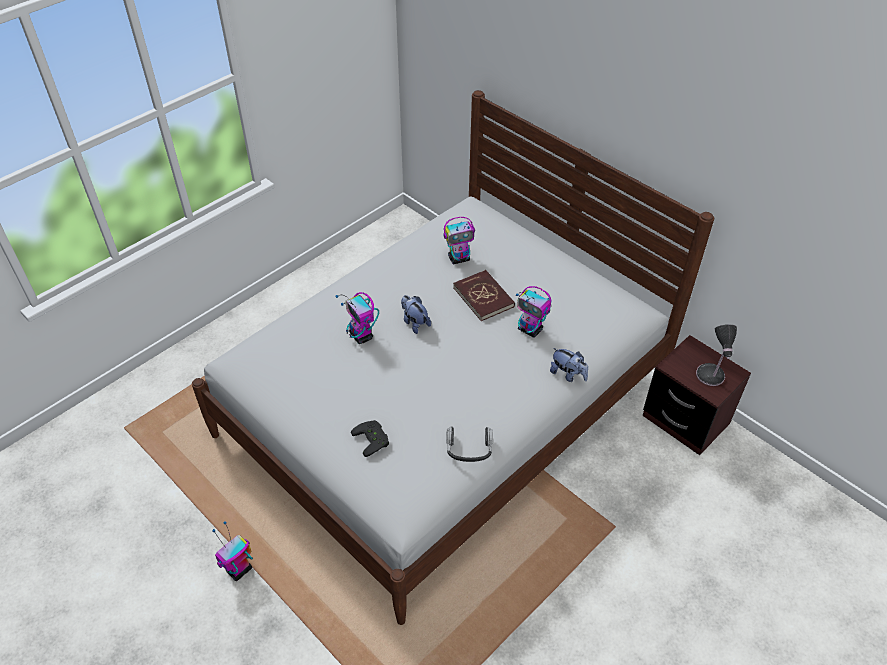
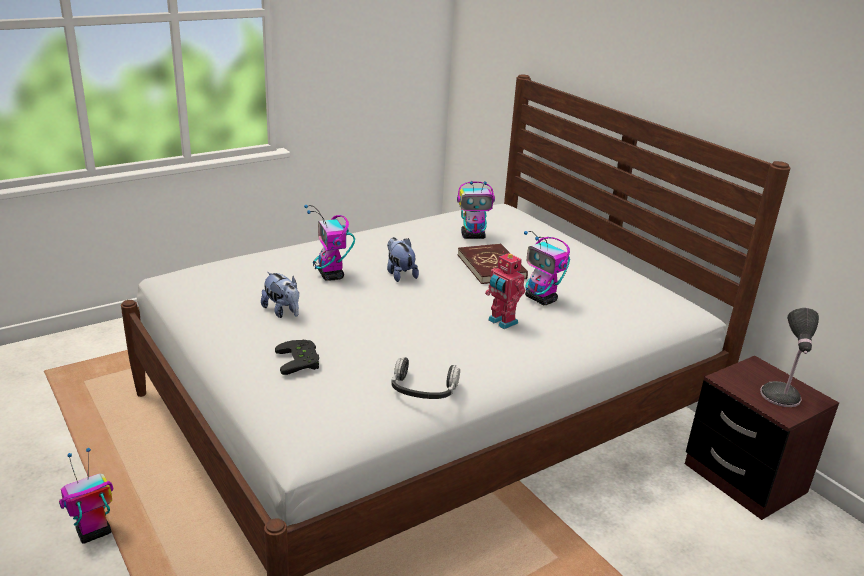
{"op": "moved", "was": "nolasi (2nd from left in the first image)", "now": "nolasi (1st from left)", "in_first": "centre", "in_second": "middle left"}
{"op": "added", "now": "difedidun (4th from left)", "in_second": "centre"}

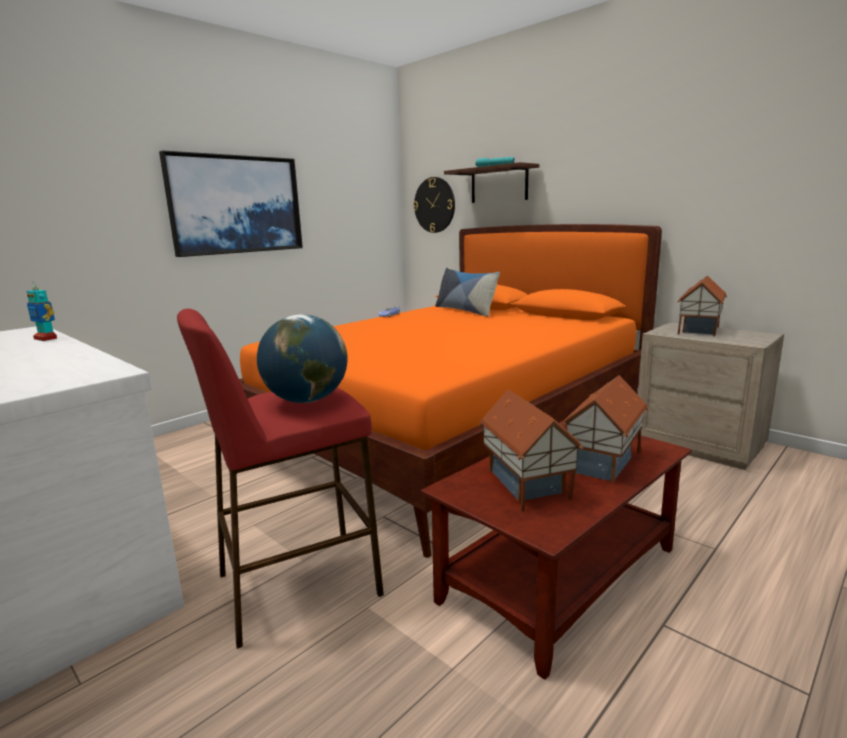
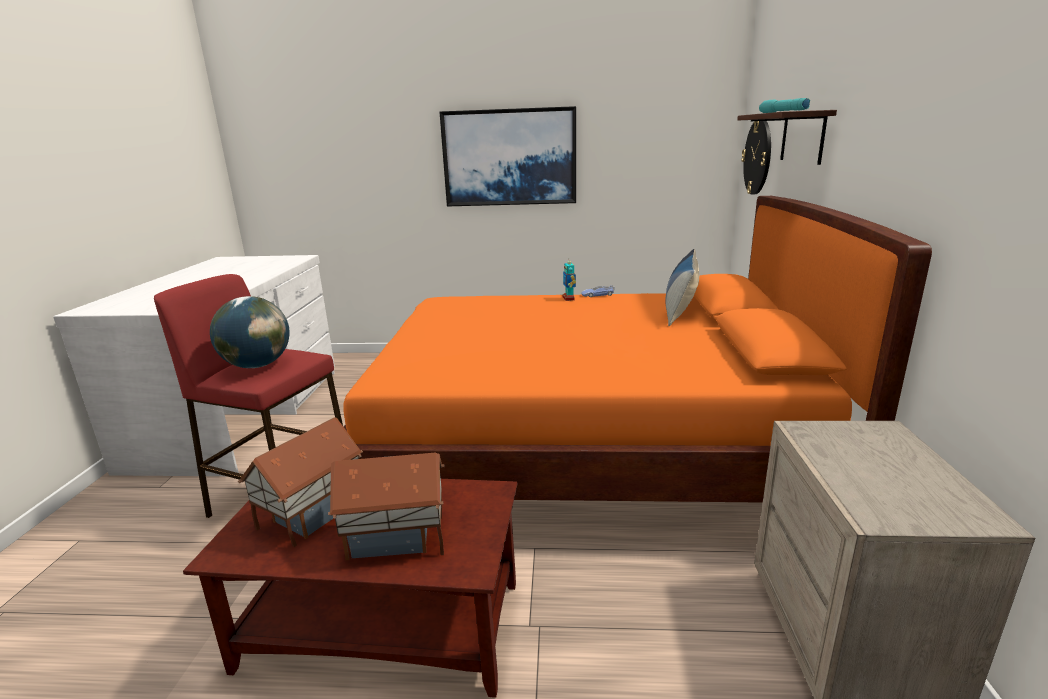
{"op": "moved", "was": "difedidun", "in_first": "middle left", "in_second": "centre"}
{"op": "removed", "was": "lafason (3rd from left)", "in_first": "middle right"}

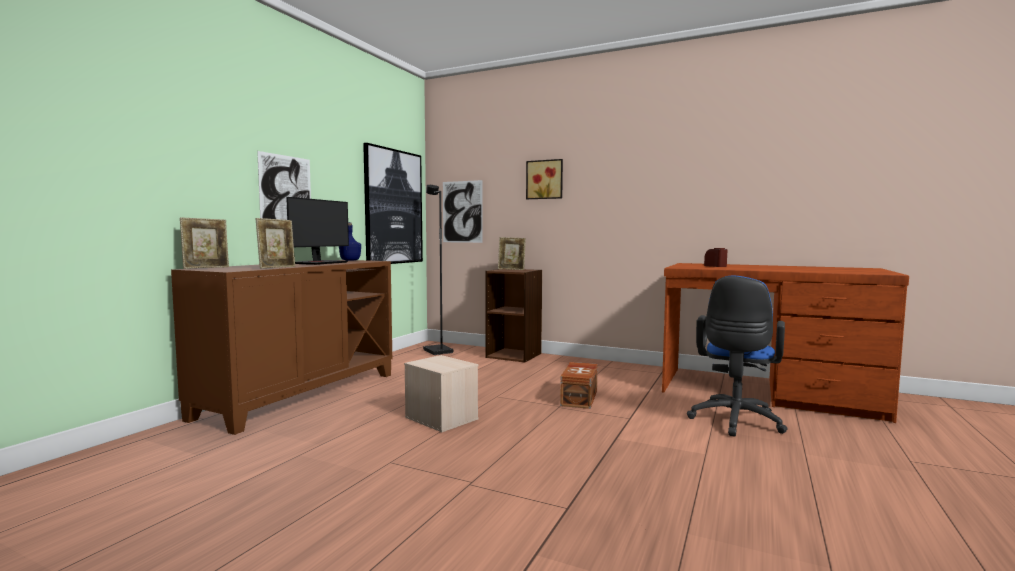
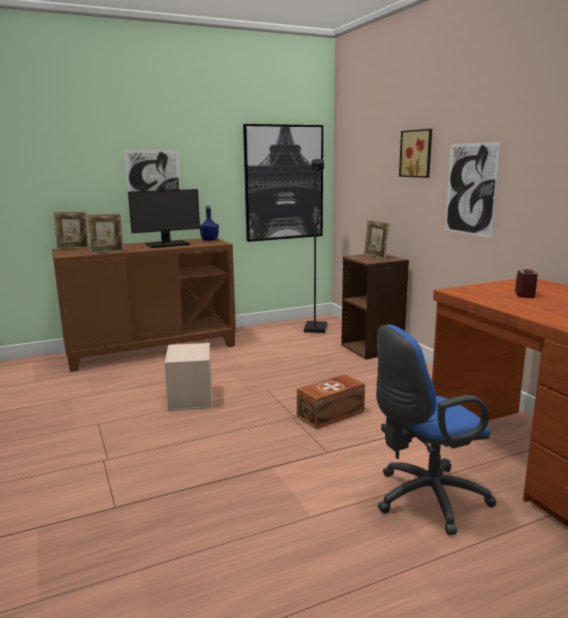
{"op": "moved", "was": "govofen (3rd from left in the first image)", "now": "govofen (4th from left)", "in_first": "centre", "in_second": "top right"}

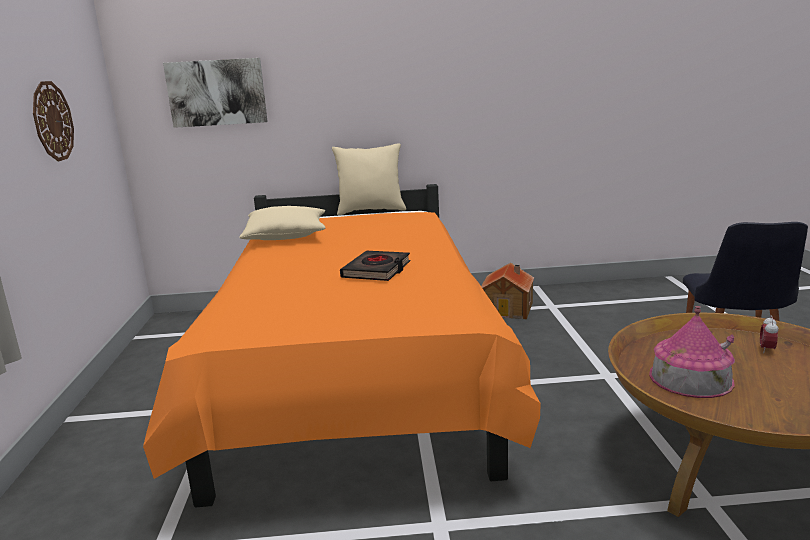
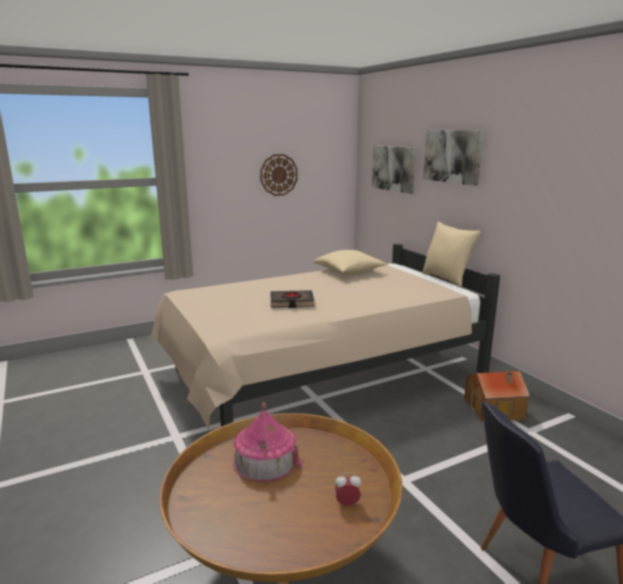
{"op": "recoloured", "was": "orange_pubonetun", "now": "beige_pubonetun", "in_first": "centre", "in_second": "centre"}
{"op": "added", "now": "govofen (2nd from left)", "in_second": "top right"}

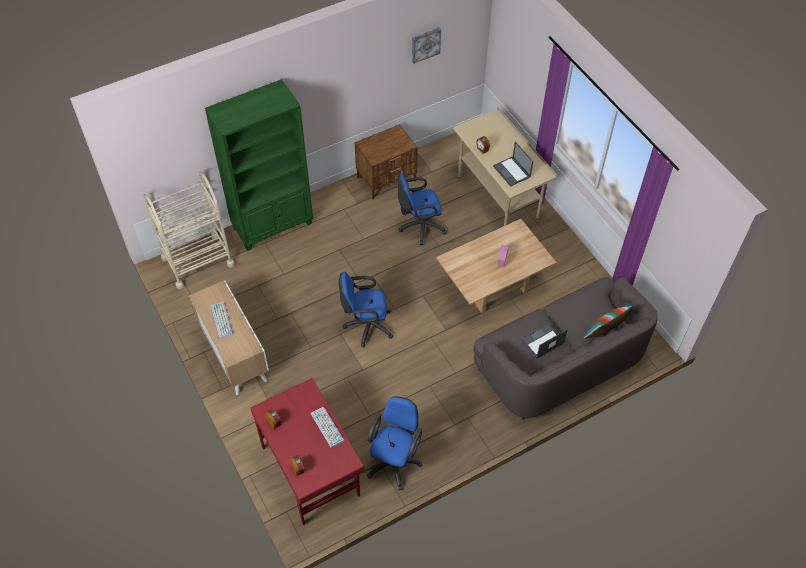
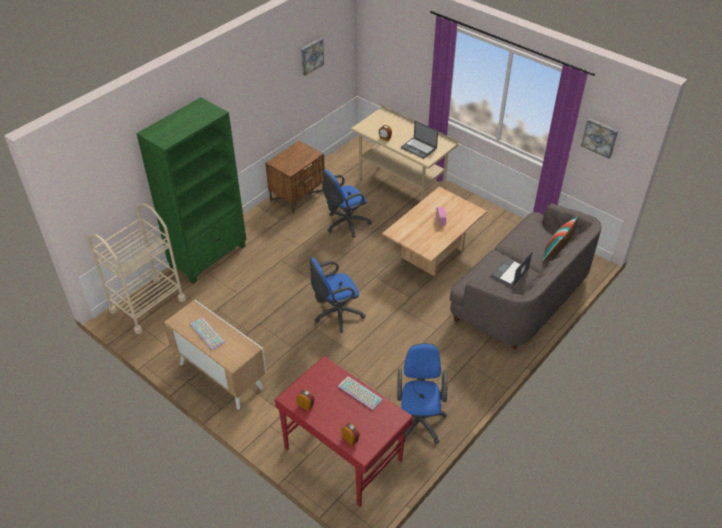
{"op": "added", "now": "govofen (2nd from left)", "in_second": "top right"}

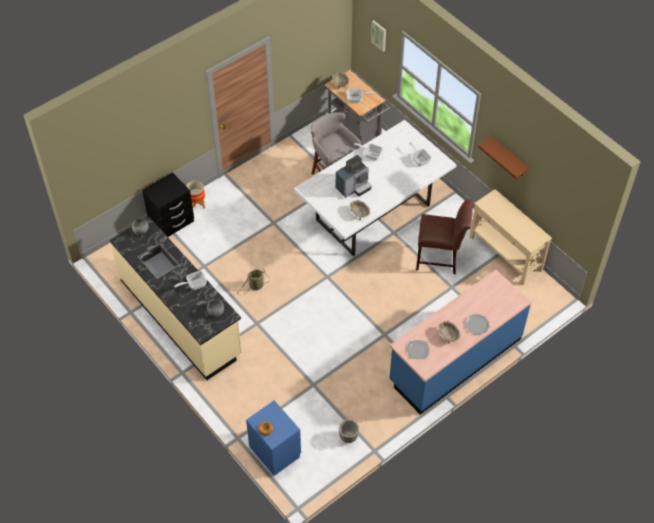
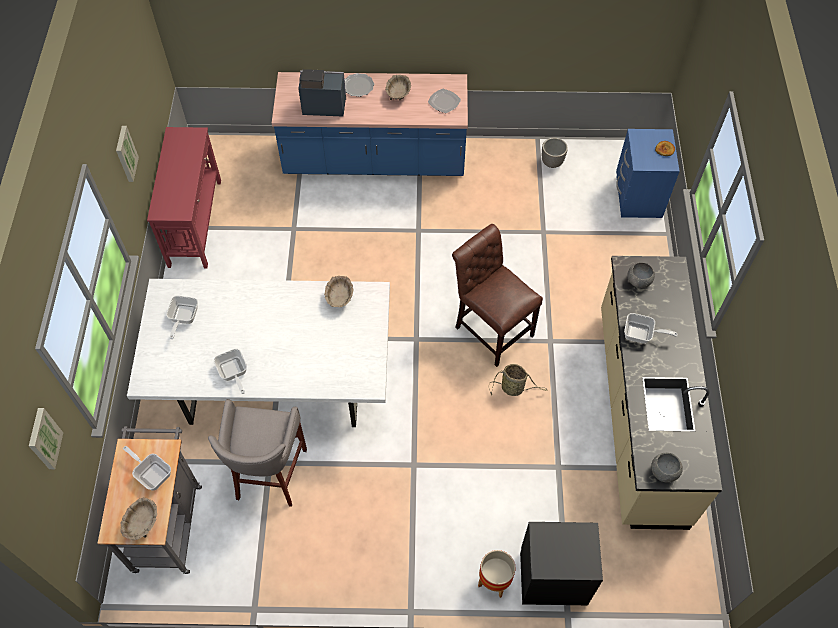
{"op": "moved", "was": "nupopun", "in_first": "centre", "in_second": "top centre"}
{"op": "moved", "was": "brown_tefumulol", "in_first": "middle right", "in_second": "centre"}
{"op": "recoloured", "was": "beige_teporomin", "now": "red_teporomin", "in_first": "middle right", "in_second": "top left"}
{"op": "replaced", "was": "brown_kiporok", "now": "govofen (2nd from left)", "in_first": "top right", "in_second": "top left"}

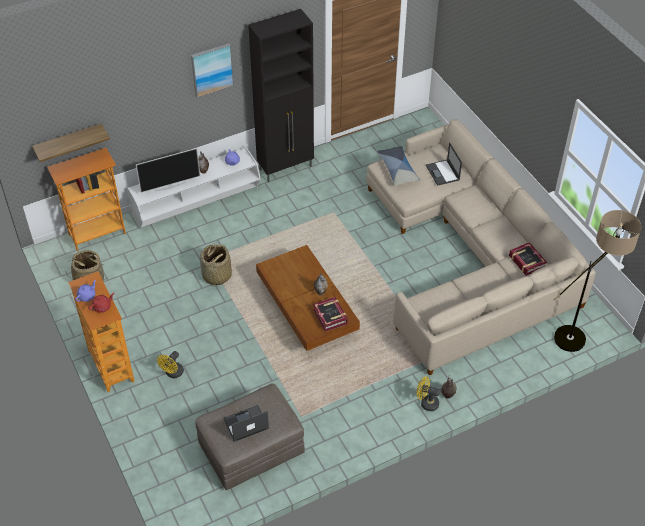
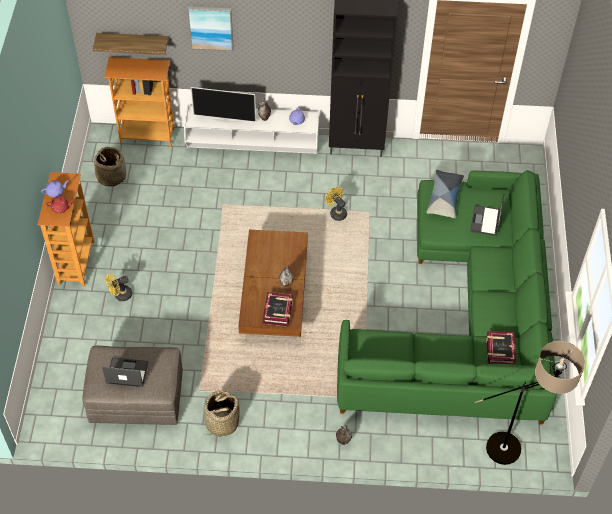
{"op": "moved", "was": "govofen", "in_first": "top left", "in_second": "top centre"}
{"op": "moved", "was": "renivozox (2nd from left)", "in_first": "centre", "in_second": "bottom centre"}
{"op": "recoloured", "was": "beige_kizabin", "now": "green_kizabin", "in_first": "middle right", "in_second": "middle right"}
{"op": "moved", "was": "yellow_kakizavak (2nd from left)", "in_first": "bottom centre", "in_second": "centre"}

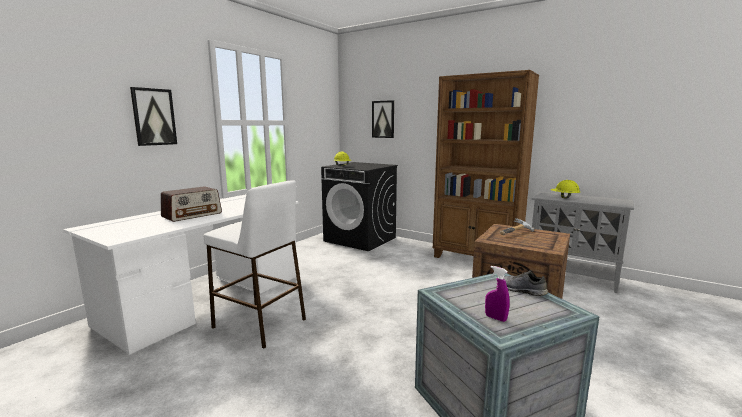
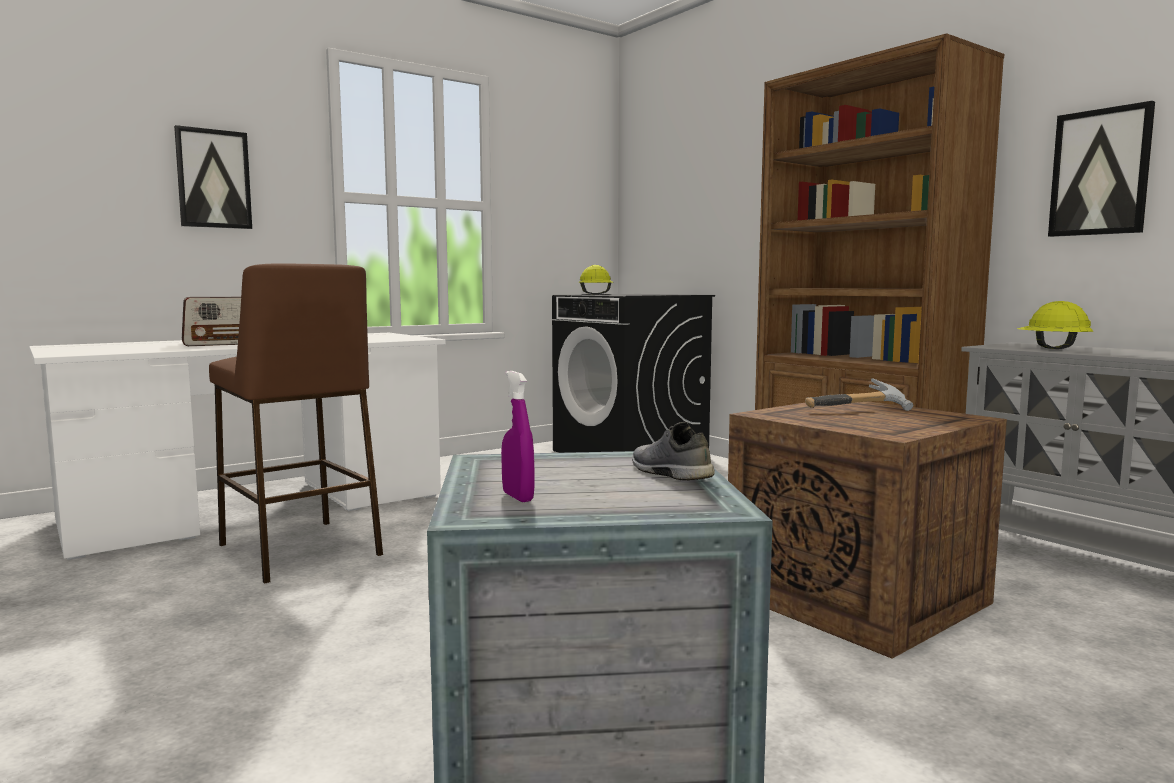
{"op": "recoloured", "was": "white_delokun", "now": "brown_delokun", "in_first": "centre", "in_second": "middle left"}
{"op": "moved", "was": "govofen (2nd from left)", "in_first": "top centre", "in_second": "top right"}

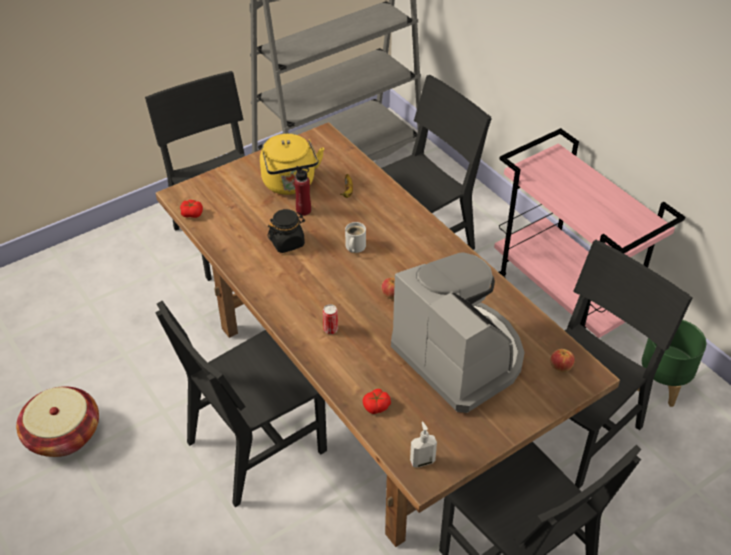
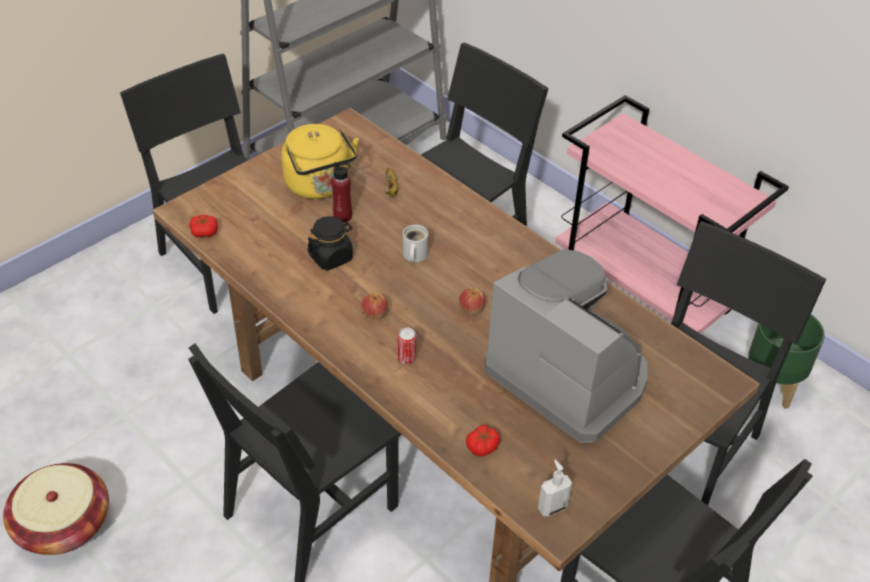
{"op": "moved", "was": "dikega (2nd from left in the first image)", "now": "dikega (1st from left)", "in_first": "middle right", "in_second": "centre"}

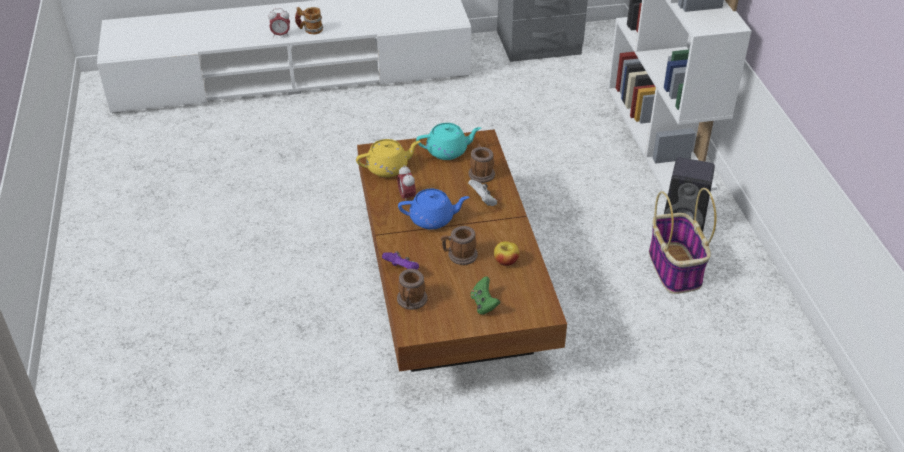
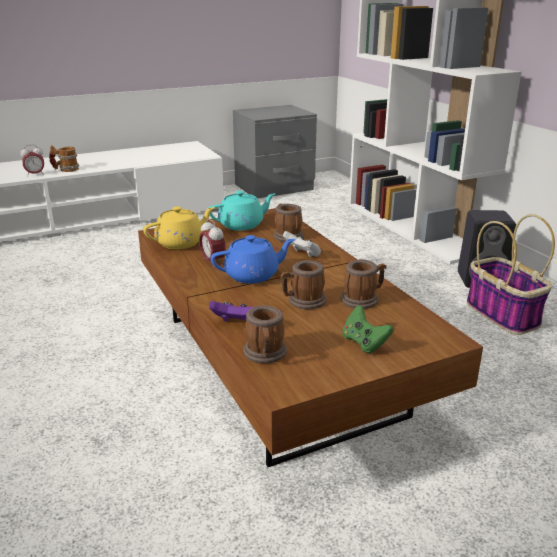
{"op": "replaced", "was": "dikega", "now": "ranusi (5th from left)", "in_first": "centre", "in_second": "centre"}

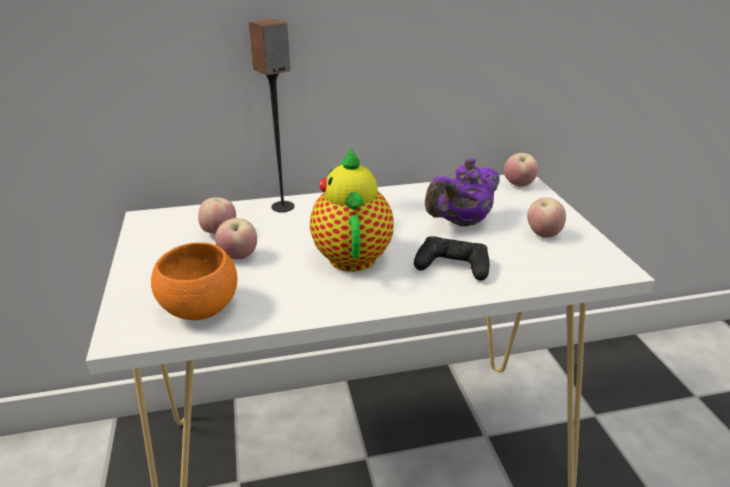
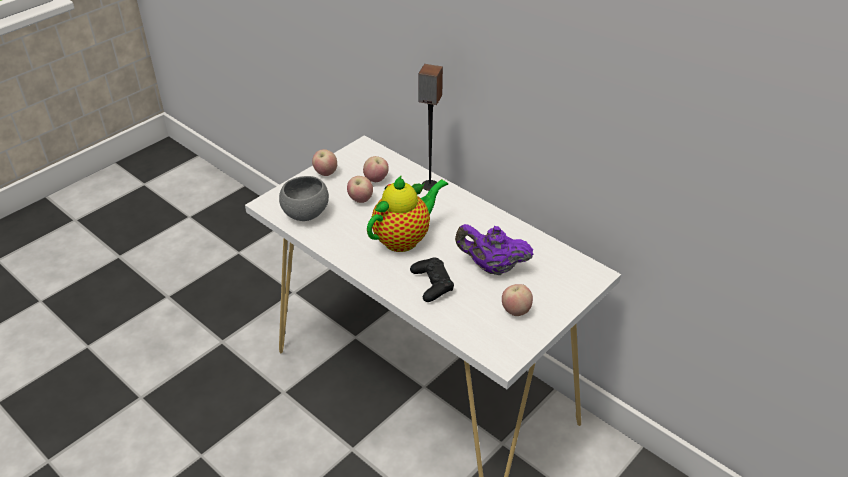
{"op": "recoloured", "was": "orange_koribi", "now": "grey_koribi", "in_first": "middle left", "in_second": "centre"}
{"op": "moved", "was": "dikega (3rd from left in the first image)", "now": "dikega (1st from left)", "in_first": "middle right", "in_second": "centre"}

